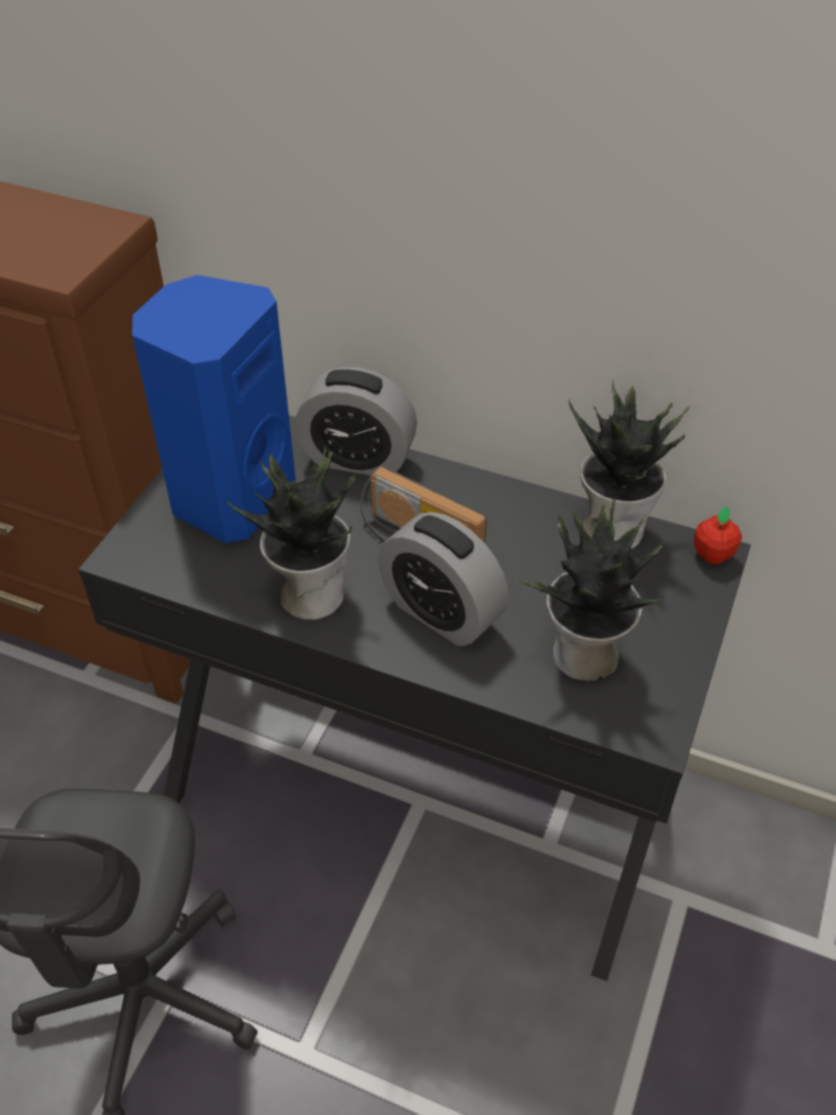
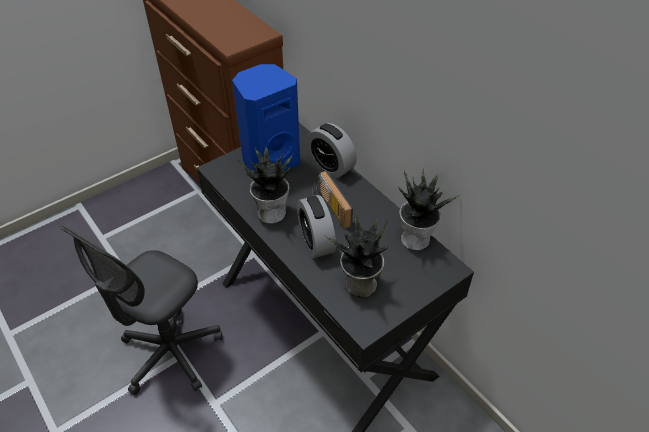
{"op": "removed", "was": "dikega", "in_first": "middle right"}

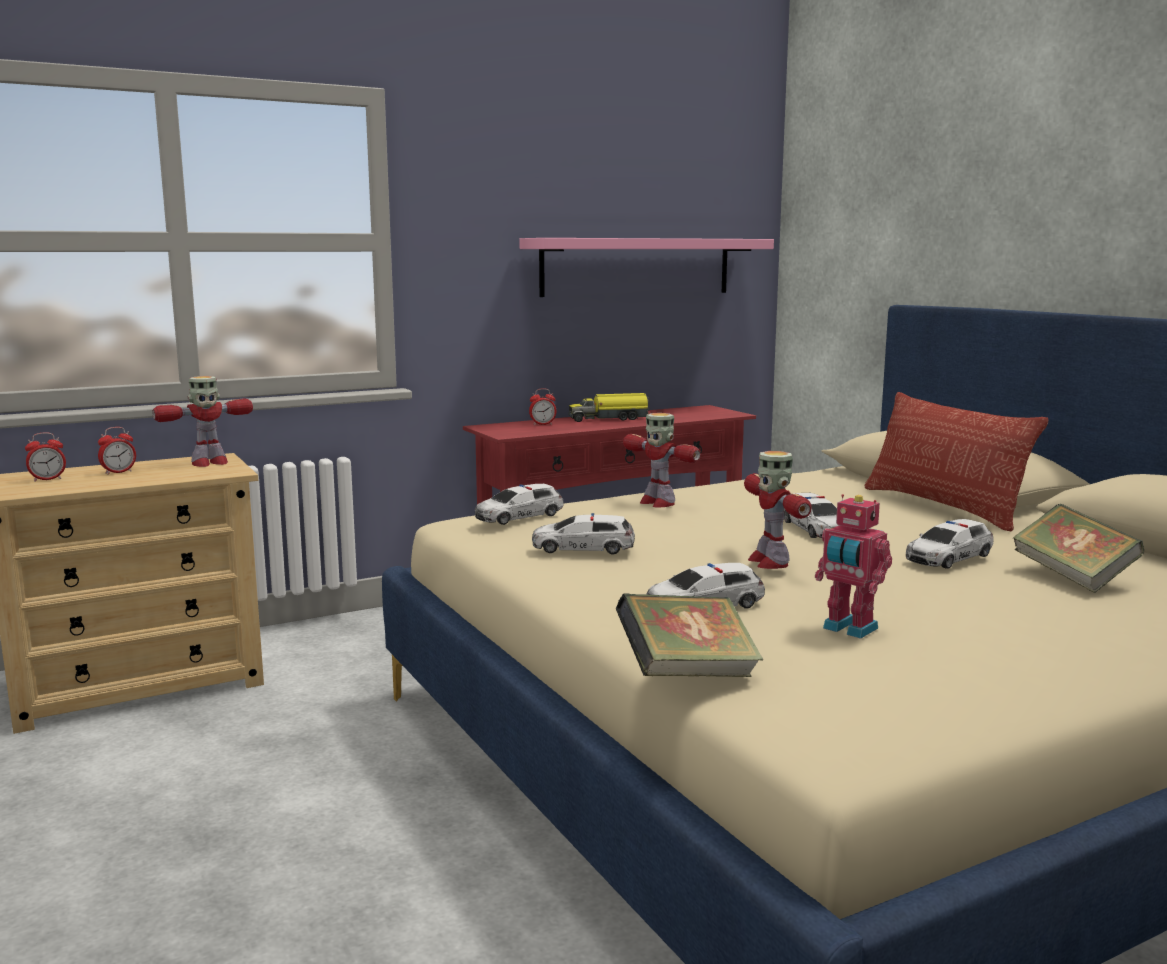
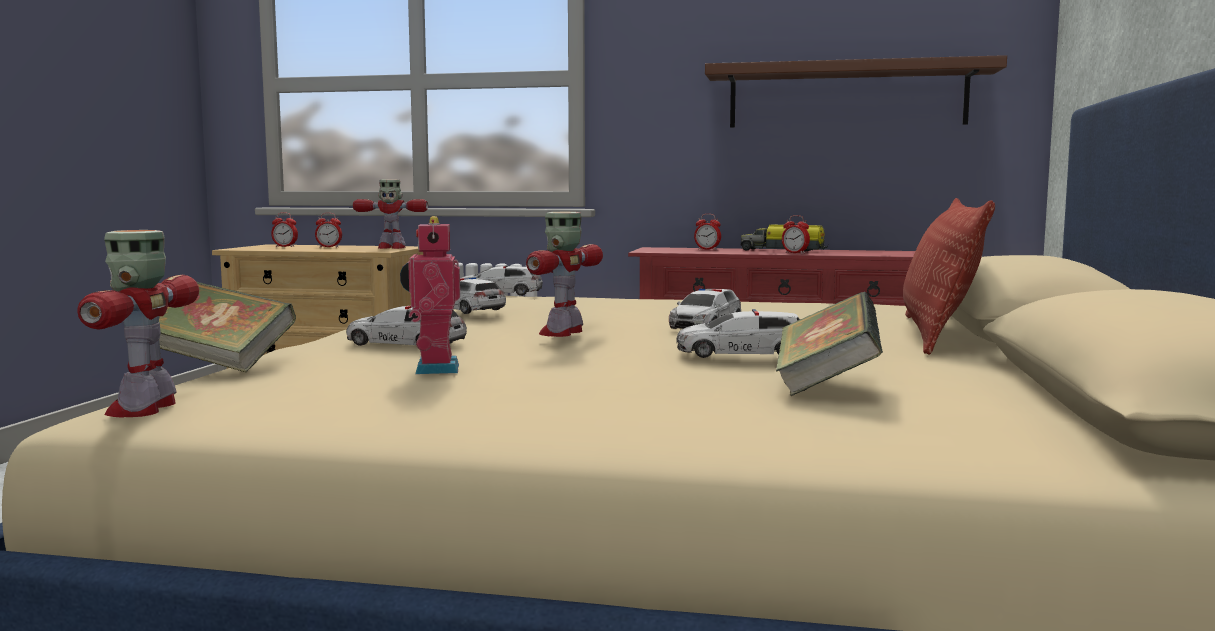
{"op": "recoloured", "was": "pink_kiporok", "now": "brown_kiporok", "in_first": "top centre", "in_second": "top right"}
{"op": "moved", "was": "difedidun (2nd from left in the first image)", "now": "difedidun (1st from left)", "in_first": "centre", "in_second": "middle left"}
{"op": "added", "now": "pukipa (4th from left)", "in_second": "centre"}

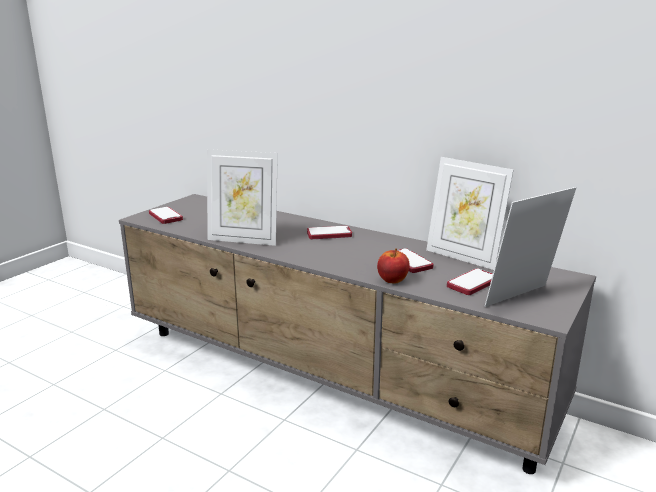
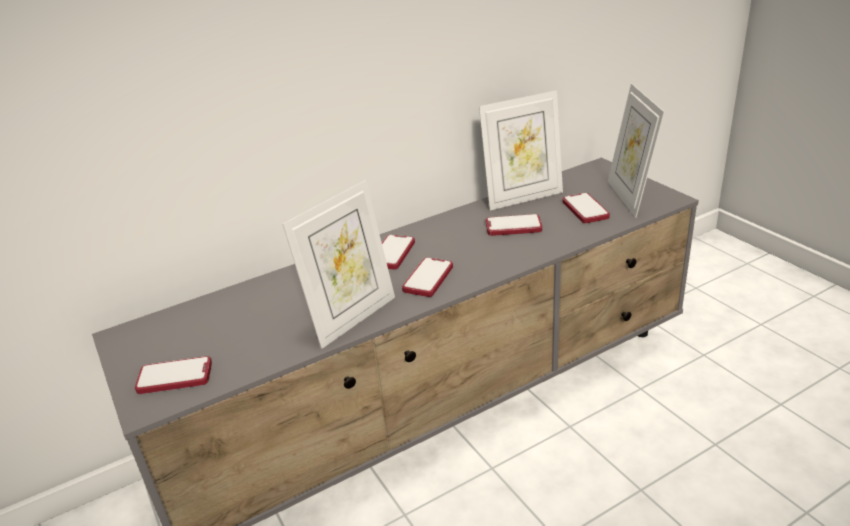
{"op": "removed", "was": "dikega", "in_first": "centre"}
{"op": "added", "now": "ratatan (3rd from left)", "in_second": "centre"}

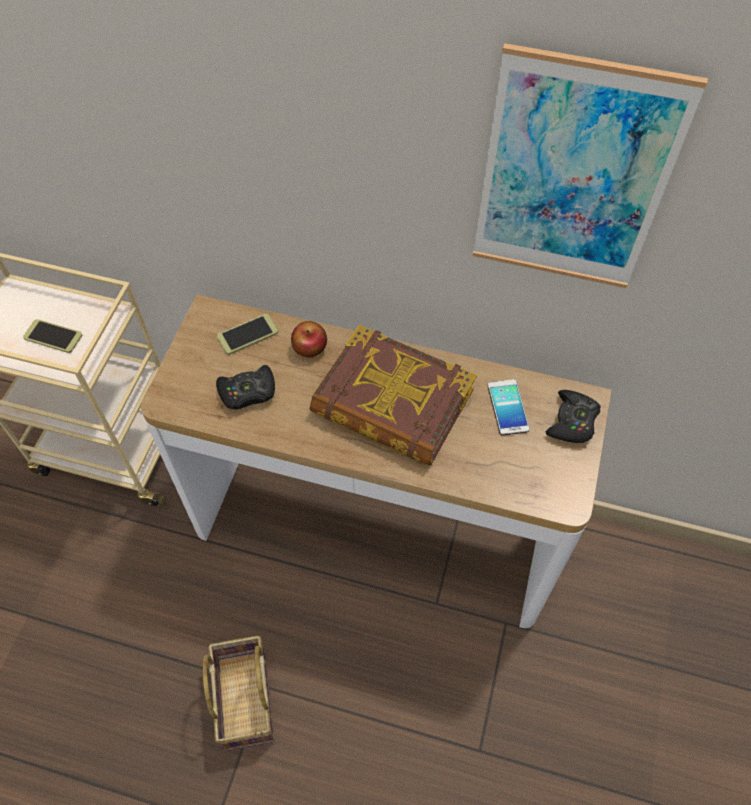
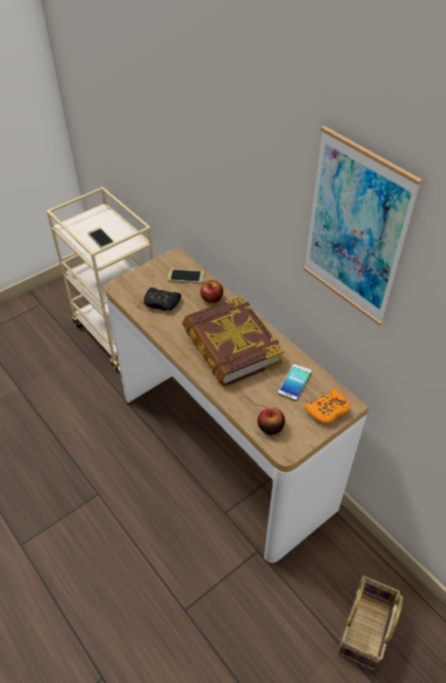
{"op": "moved", "was": "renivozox", "in_first": "bottom left", "in_second": "bottom right"}
{"op": "recoloured", "was": "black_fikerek (2nd from left)", "now": "orange_fikerek", "in_first": "middle right", "in_second": "middle right"}
{"op": "added", "now": "dikega (2nd from left)", "in_second": "centre"}

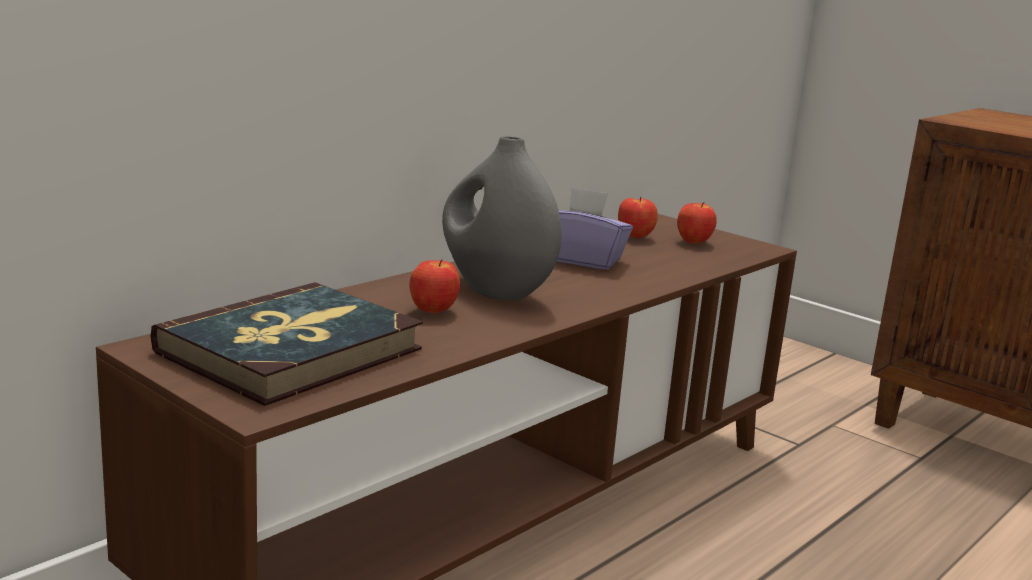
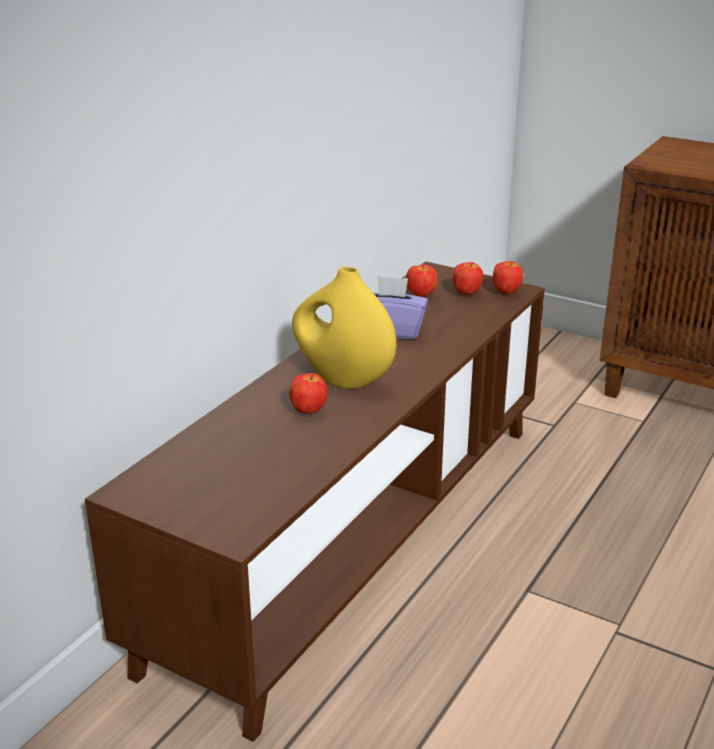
{"op": "removed", "was": "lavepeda", "in_first": "middle left"}
{"op": "recoloured", "was": "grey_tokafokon", "now": "yellow_tokafokon", "in_first": "centre", "in_second": "centre"}
{"op": "added", "now": "dikega (4th from left)", "in_second": "middle right"}

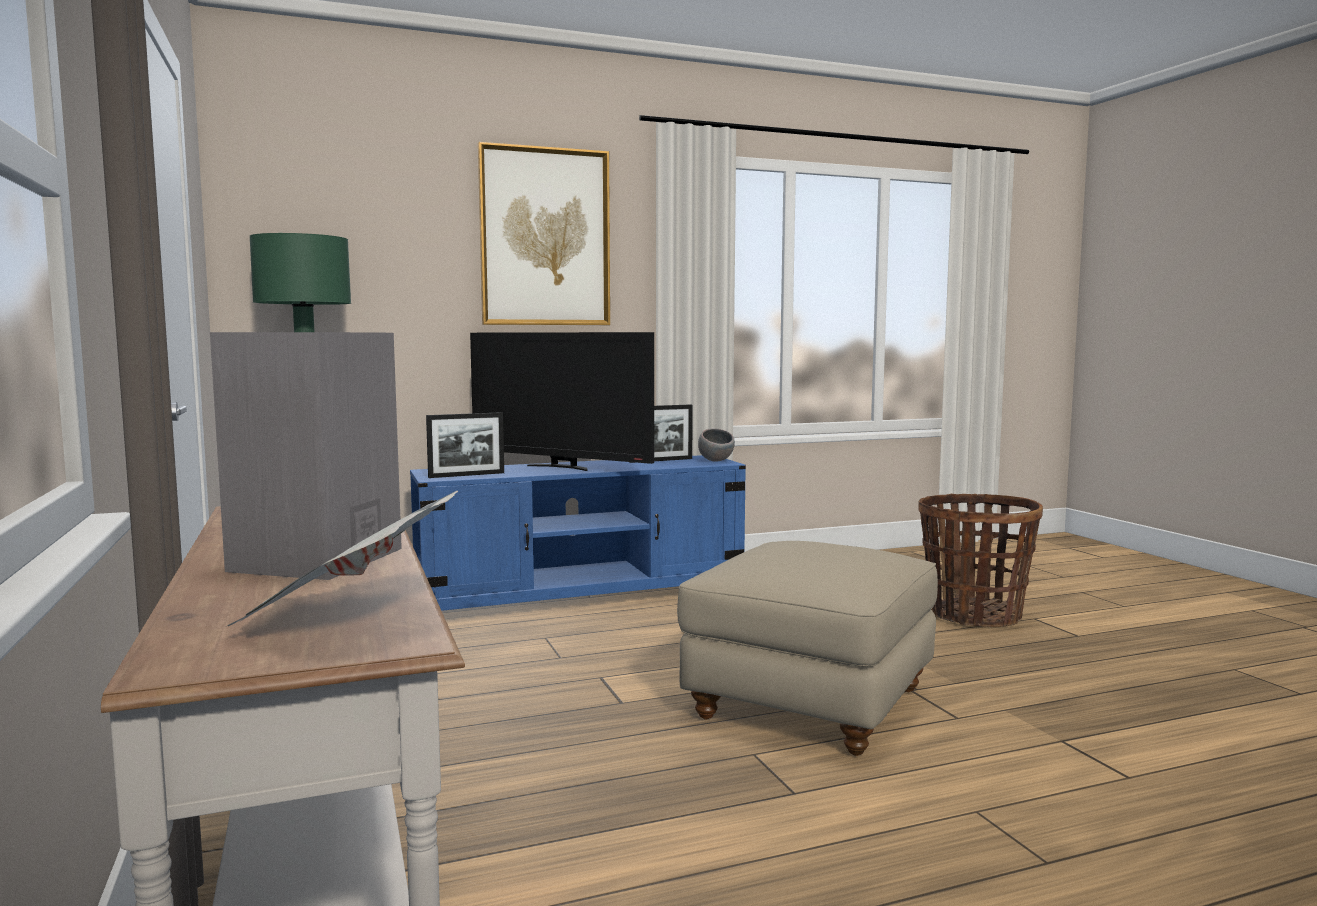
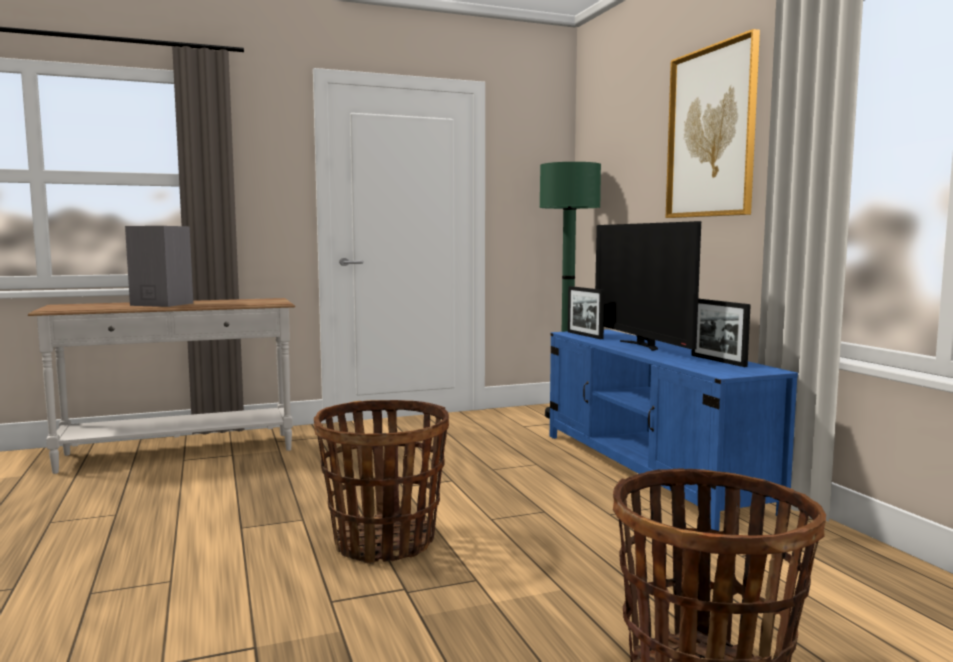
{"op": "removed", "was": "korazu", "in_first": "middle left"}
{"op": "turned", "was": "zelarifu", "in_first": "centre", "in_second": "middle right", "clockwise": -45}
{"op": "replaced", "was": "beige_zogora", "now": "renivozox (1st from left)", "in_first": "bottom centre", "in_second": "bottom centre"}
{"op": "removed", "was": "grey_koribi", "in_first": "centre"}

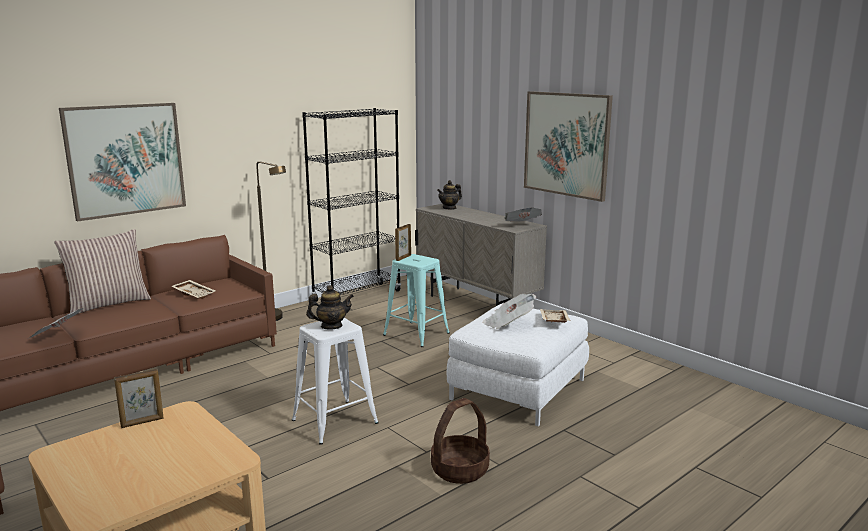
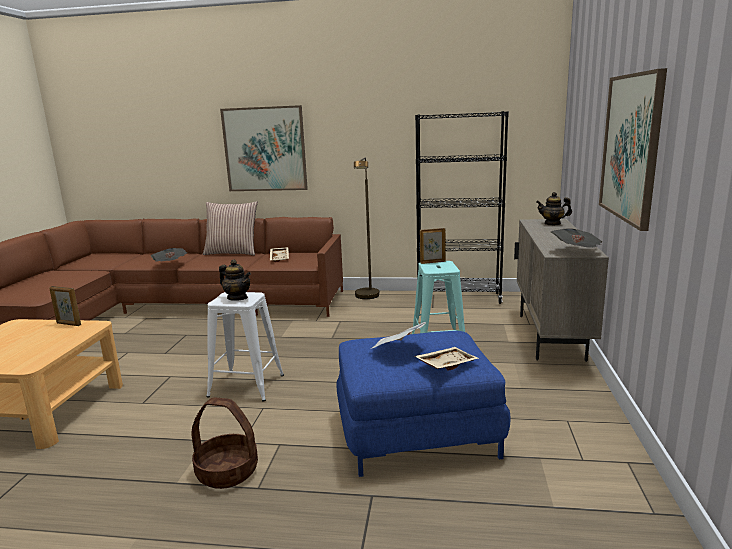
{"op": "recoloured", "was": "white_zogora", "now": "blue_zogora", "in_first": "bottom centre", "in_second": "bottom centre"}

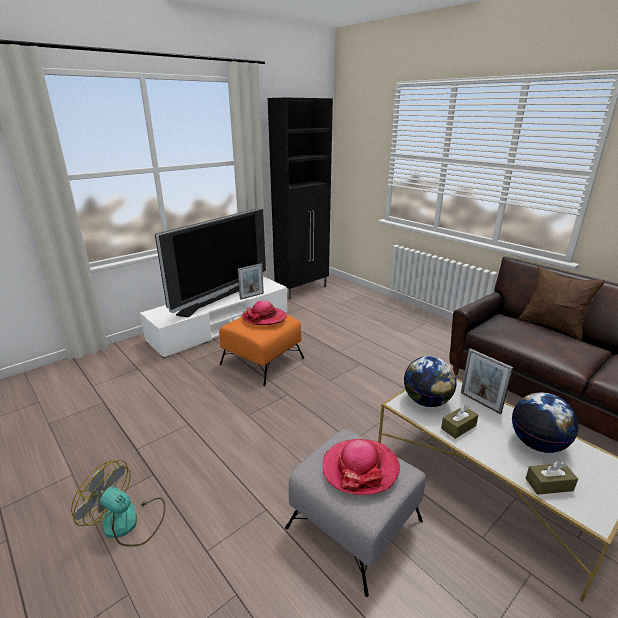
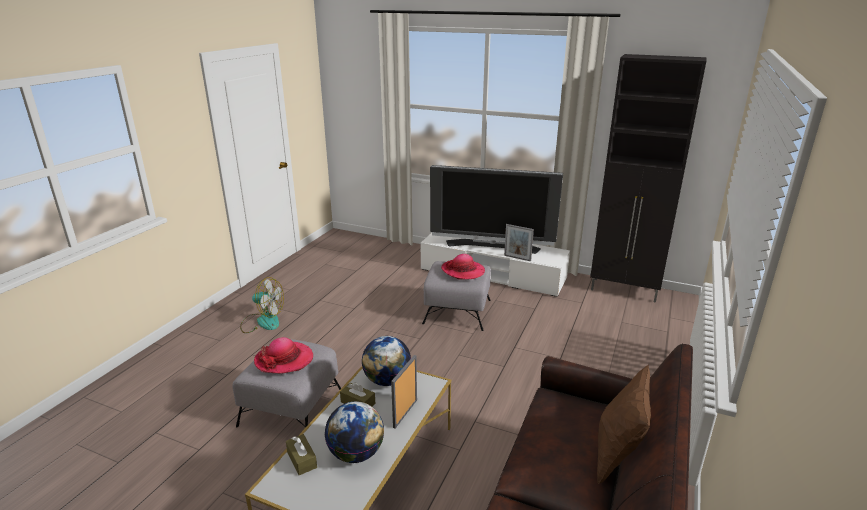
{"op": "turned", "was": "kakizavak", "in_first": "bottom left", "in_second": "middle left", "clockwise": 105}
{"op": "recoloured", "was": "orange_zogora", "now": "grey_zogora (2nd from left)", "in_first": "centre", "in_second": "centre"}

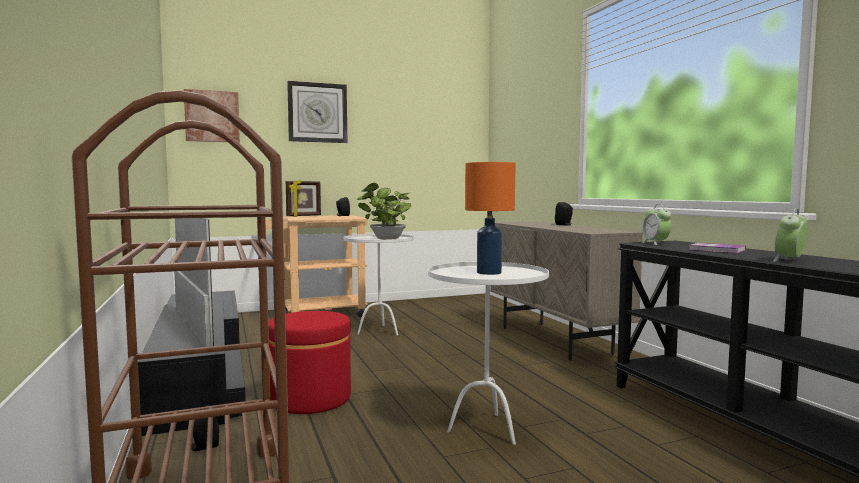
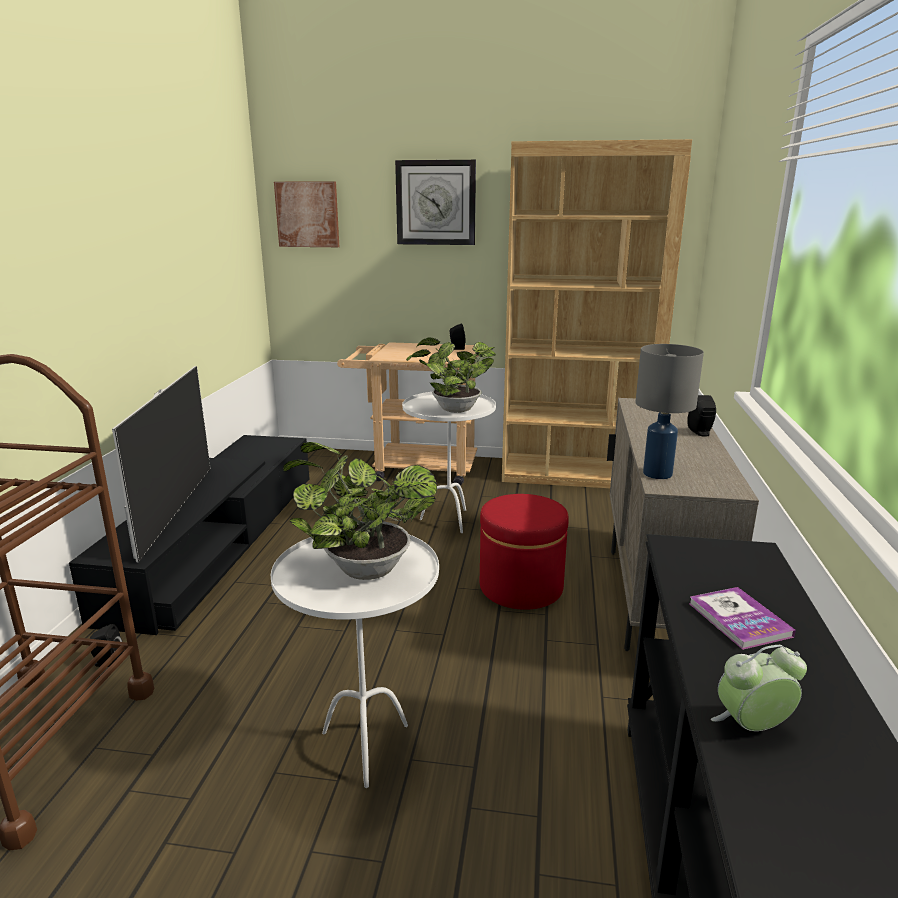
{"op": "moved", "was": "red_zogora", "in_first": "bottom centre", "in_second": "centre"}
{"op": "removed", "was": "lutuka", "in_first": "centre"}
{"op": "replaced", "was": "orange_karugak", "now": "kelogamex (1st from left)", "in_first": "centre", "in_second": "centre"}
{"op": "removed", "was": "pukipa (1st from left)", "in_first": "middle right"}
{"op": "added", "now": "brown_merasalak", "in_second": "centre"}
{"op": "added", "now": "grey_karugak", "in_second": "middle right"}

